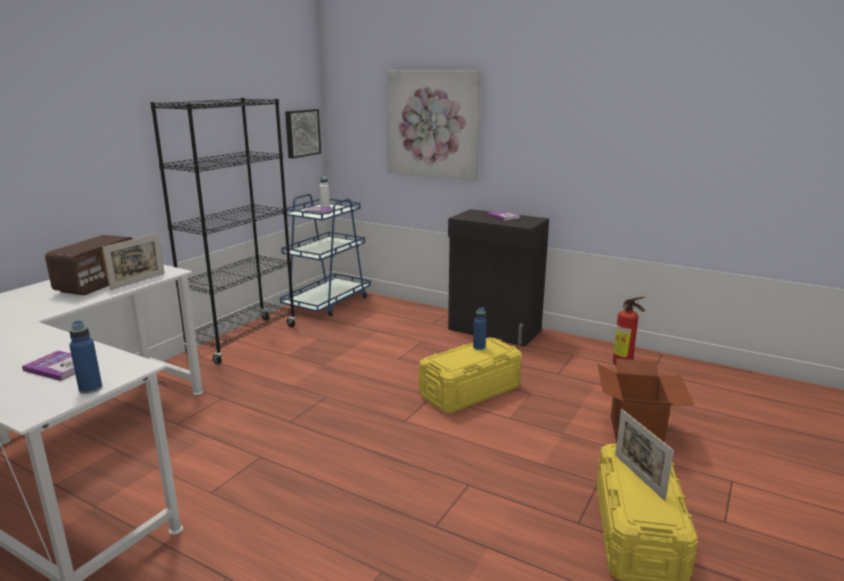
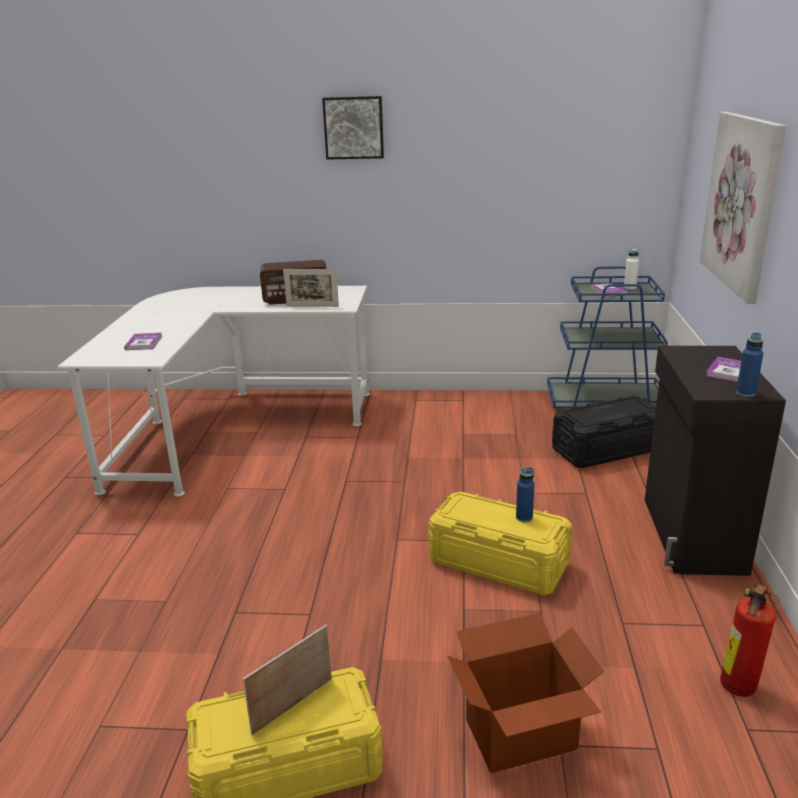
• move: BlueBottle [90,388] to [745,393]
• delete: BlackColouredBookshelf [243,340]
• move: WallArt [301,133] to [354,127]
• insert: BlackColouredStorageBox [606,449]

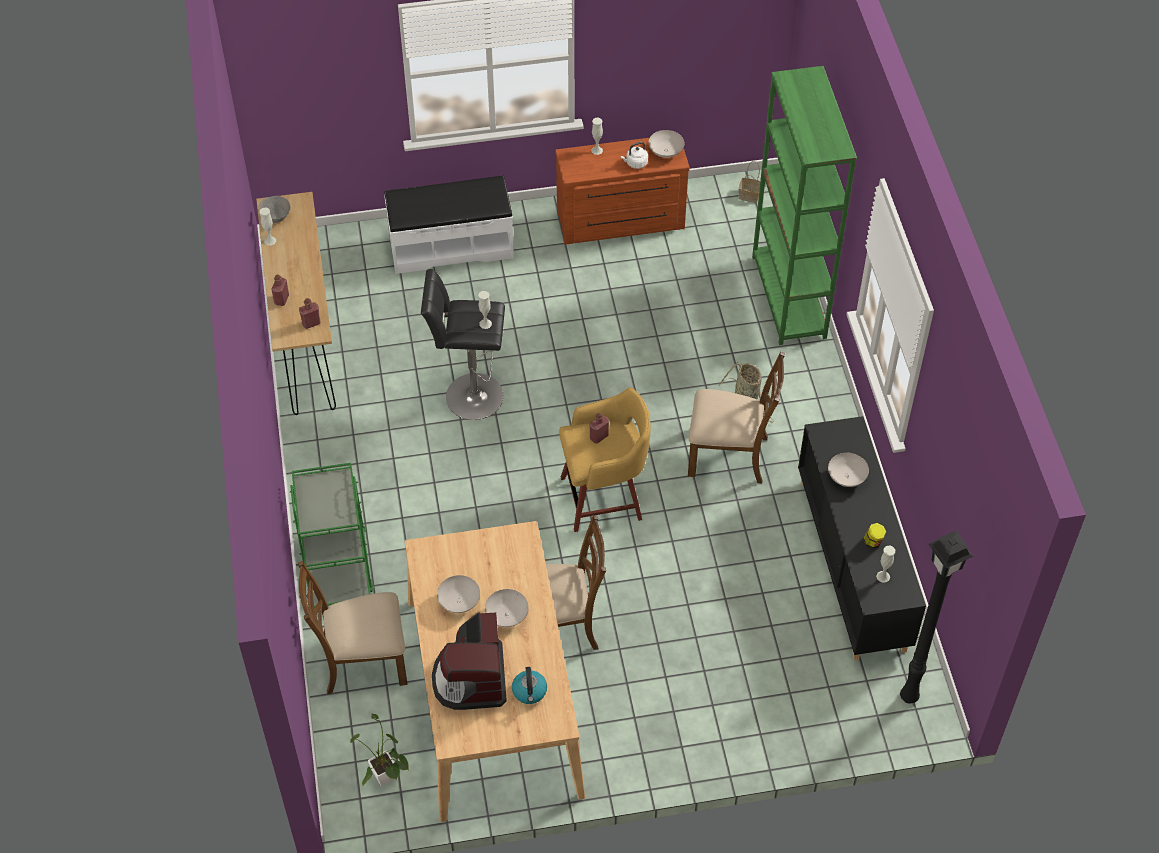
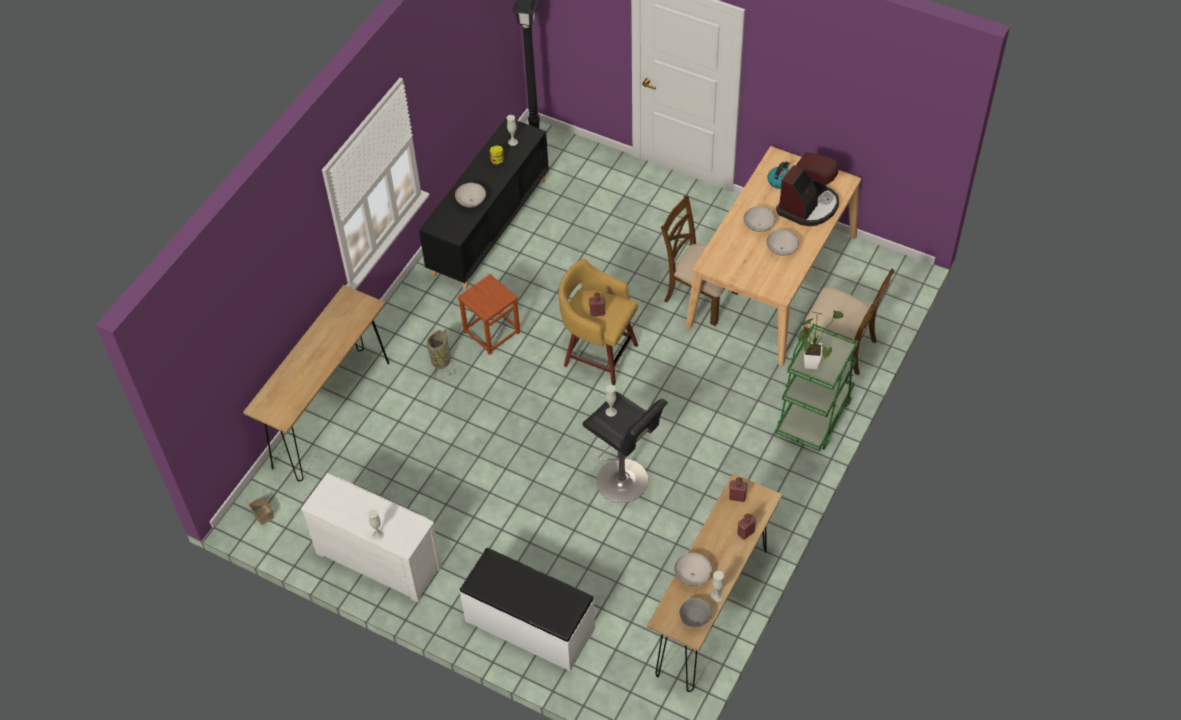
• move: PottedPlant [386,781] to [811,361]
• recolor: BrownishDresser [621,222] to WhiteDresser [380,557]
• delete: WhiteKettle [635,163]
• move: WhiteBowl [665,151] to [692,576]
• replace: BrownishChair [729,455] to BrownishStool [491,332]
• replace: GreenBookshelf [789,297] to BrownishConsoleTable [331,414]

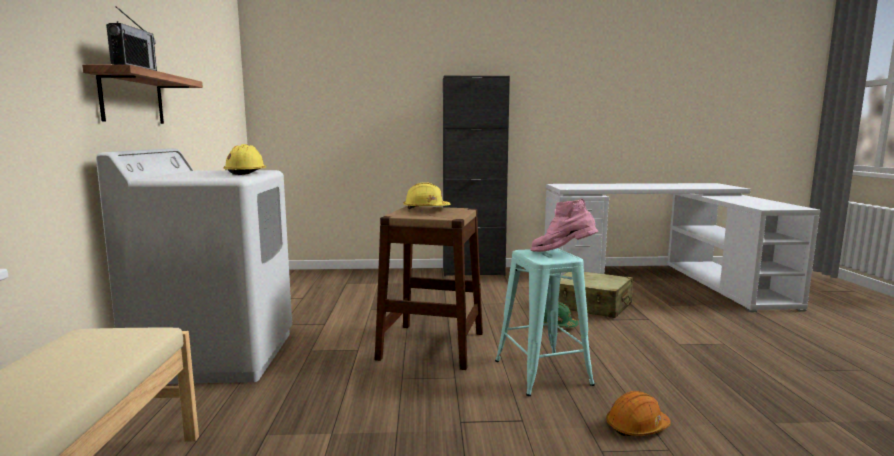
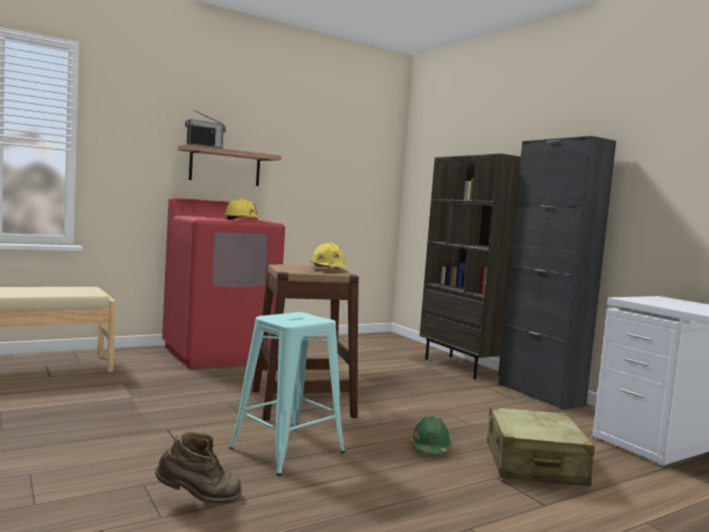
• recolor: WhiteLaundryMachine [217,355] to RedColouredLaundryMachine [219,354]
• delete: PinkBoot [562,253]
• replace: OrangeyHardHat [637,427] to BrownishBoot [198,500]
• insert: BrownishBookshelf [463,367]

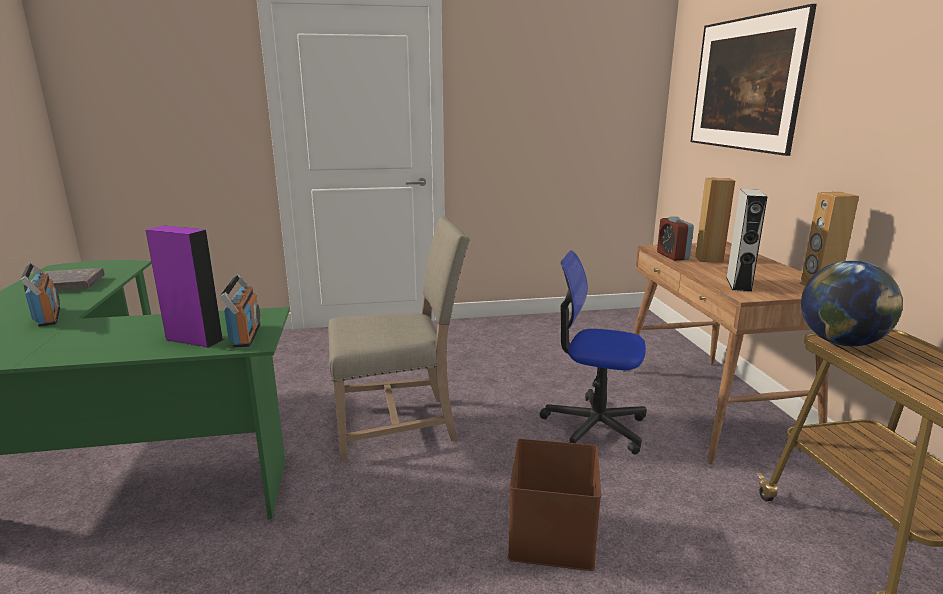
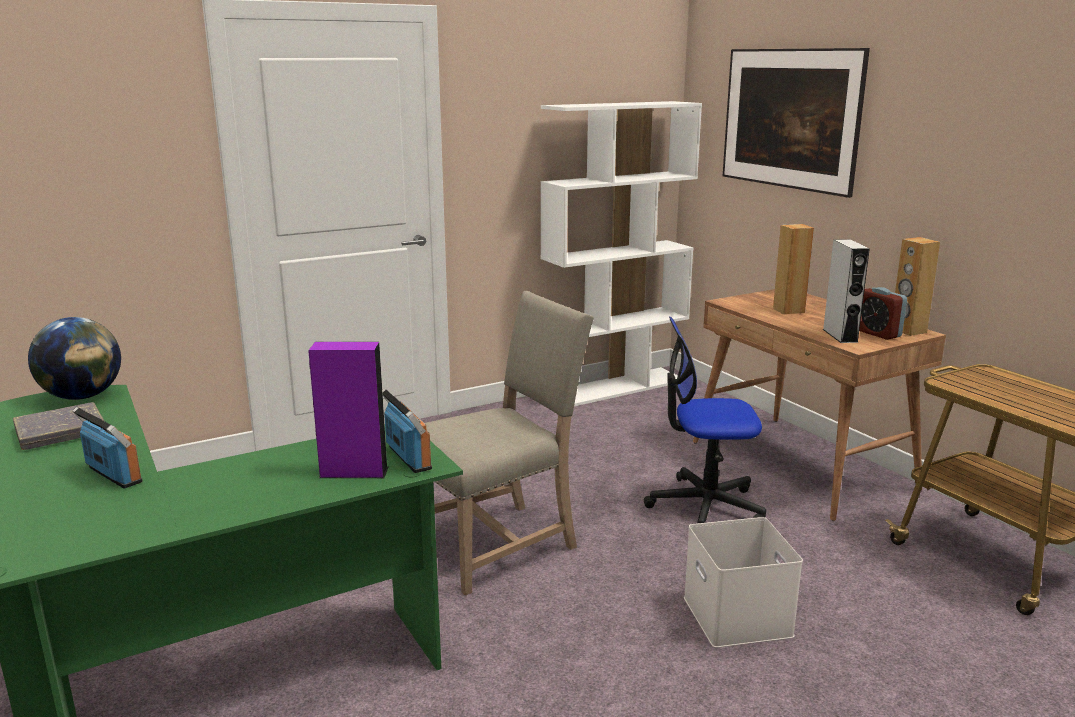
• recolor: BrownishStorageBox [554,536] to WhiteStorageBox [739,617]
• move: AlarmClock [672,256] to [877,333]
• move: DeskGlobe [841,343] to [82,397]
• insert: WhiteBookshelf [614,387]

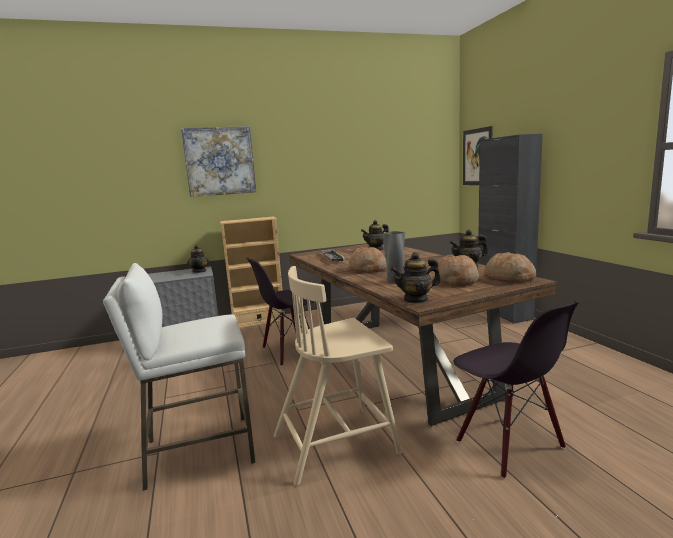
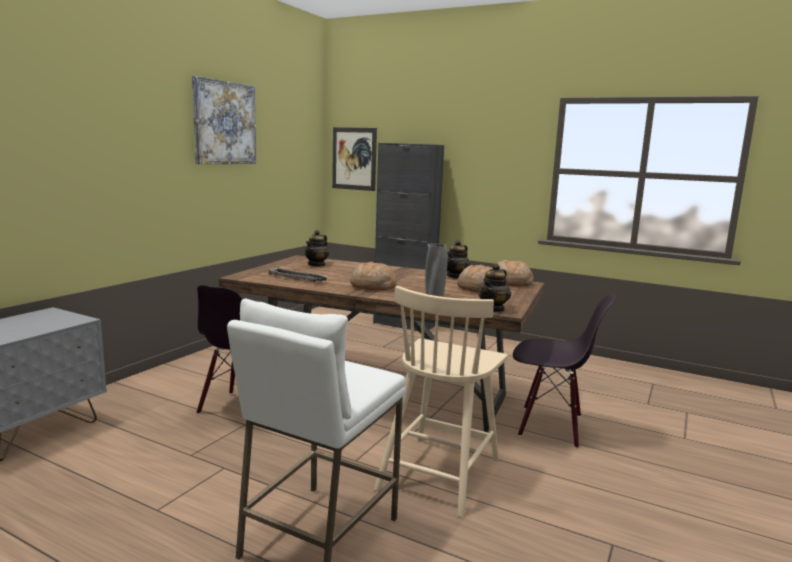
• move: WallArt [219,161] to [224,123]
• delete: TeaPot [199,271]
• delete: SandColouredBookshelf [259,322]

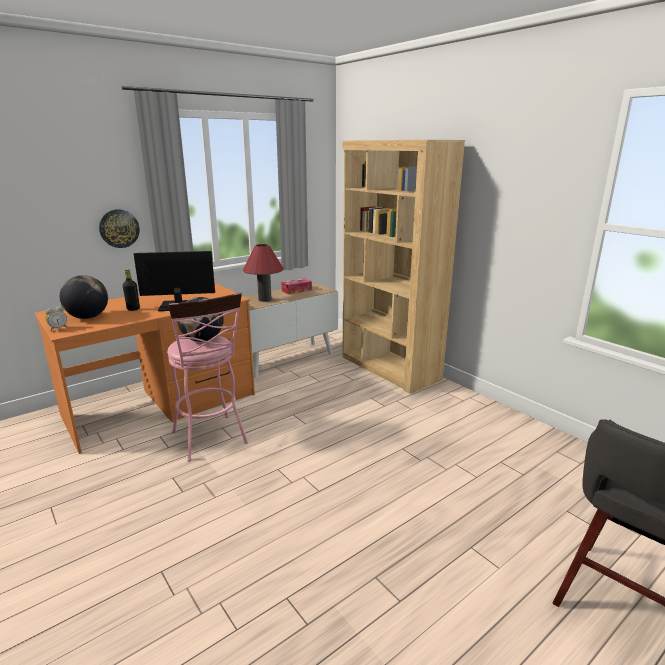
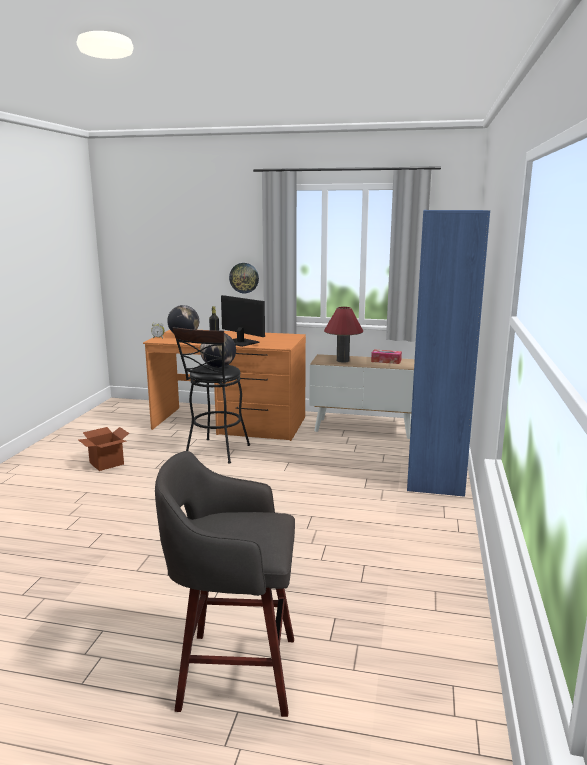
• recolor: PinkStool [212,440] to BlackColouredStool [215,453]
• recolor: BrownishBookshelf [389,368] to BlueBookshelf [435,468]
• insert: PackingBox [106,463]

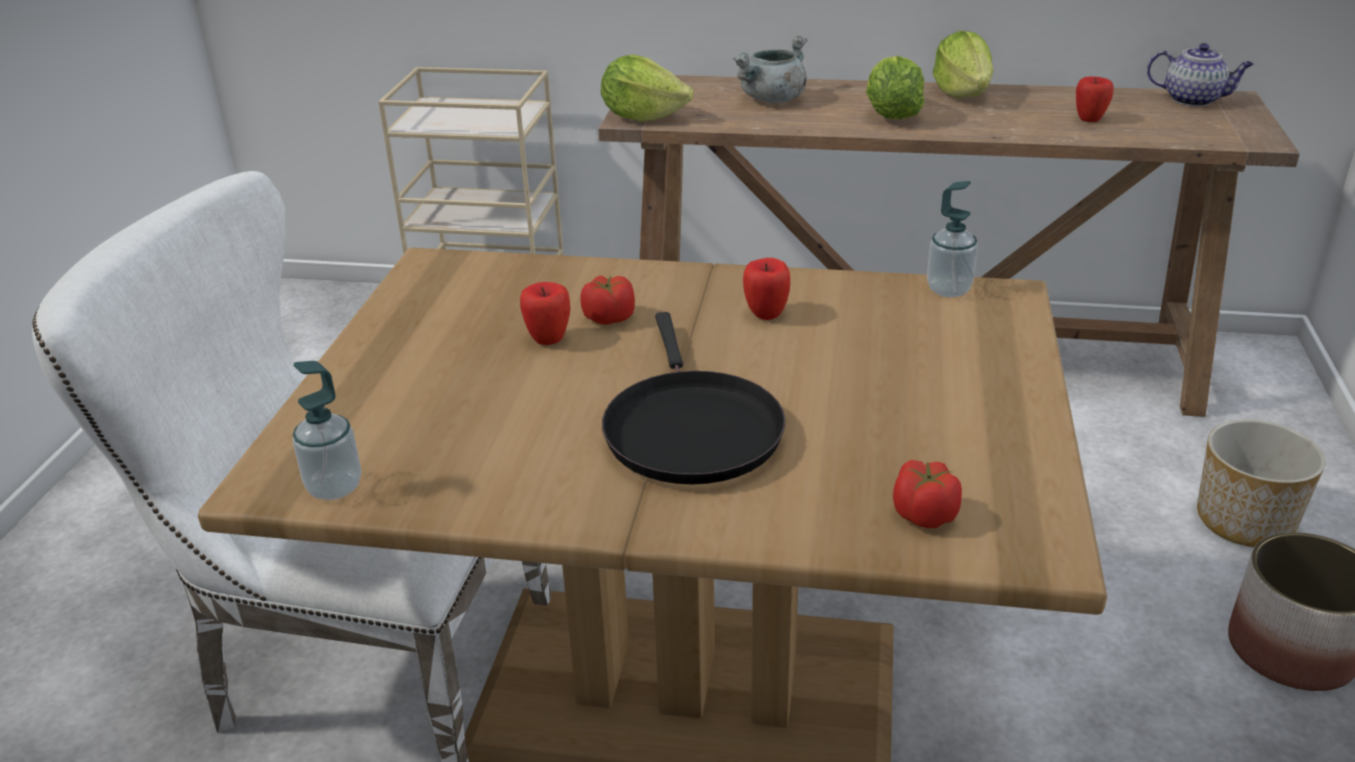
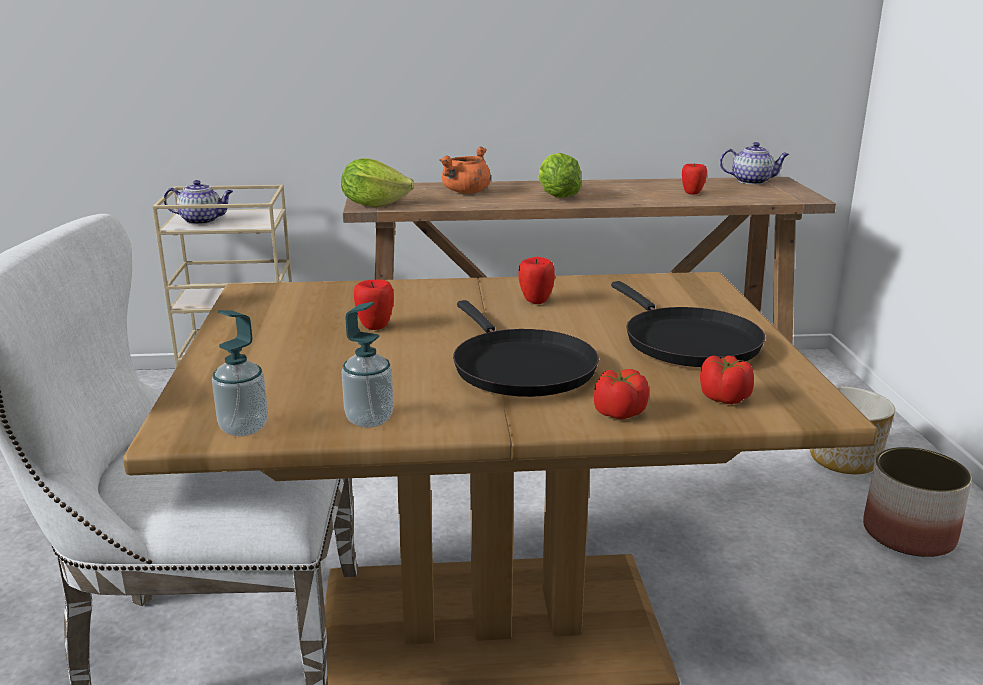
• move: FreshTomato [608,318] to [619,413]
• recolor: GreySaucepot [772,100] to OrangeySaucepot [466,192]
• move: SoapDispenser [948,290] to [369,419]
• delete: LettuceHead [963,93]
• insert: TeaPot [202,221]
• insert: BlackColouredFryingPan [686,342]

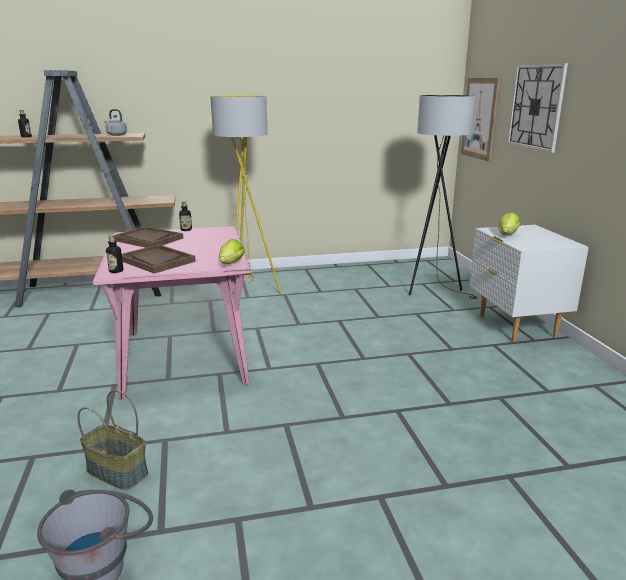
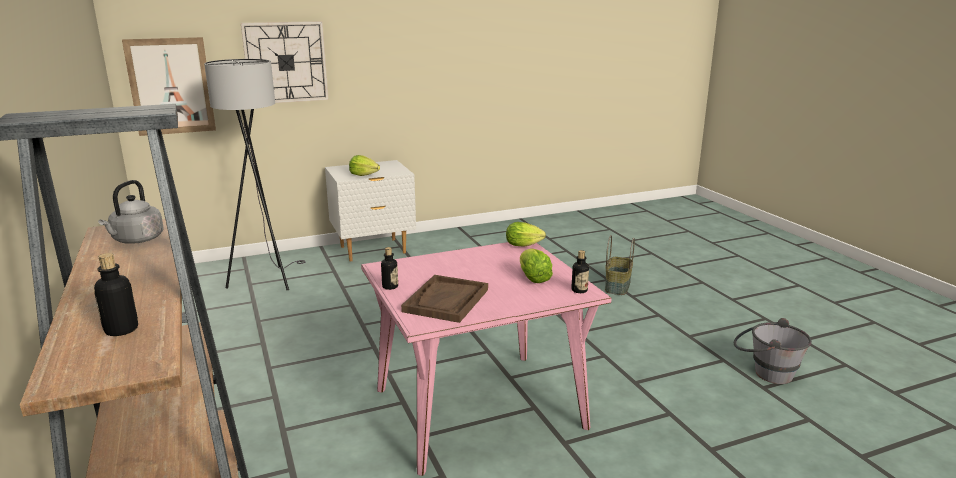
• move: Basket [118,471] to [617,286]
• replace: BrownishTray [156,261] to LettuceHead [533,278]
• delete: YellowishStandingLamp [247,291]

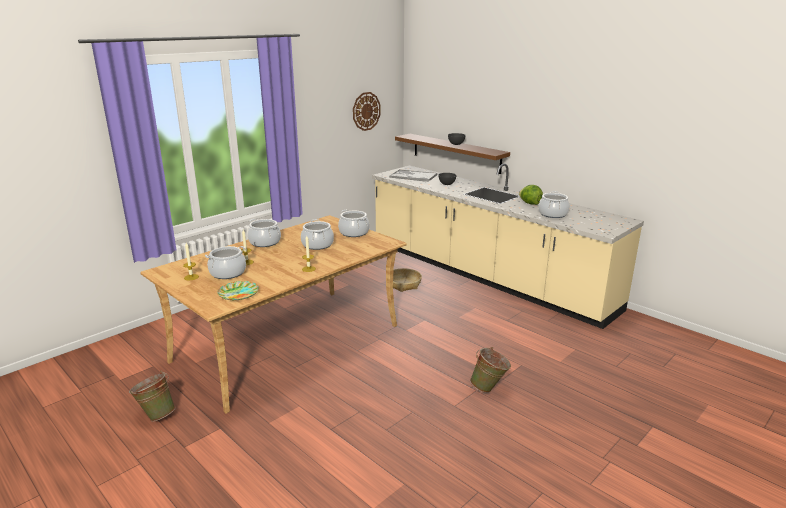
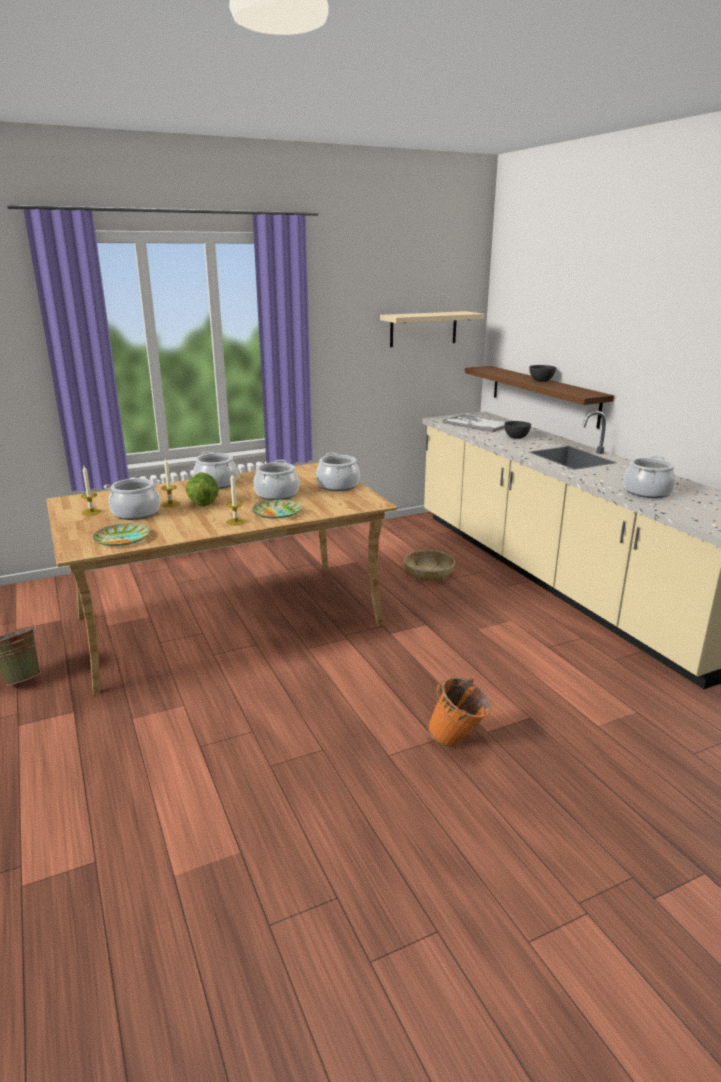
• replace: ClockOnTheWall [366,111] to SandColouredShelf [423,329]
• recolor: GreenBucket [489,388] to OrangeyBucket [458,741]
• move: LettuceHead [530,203] to [203,503]
• insert: FlatDish [277,512]

